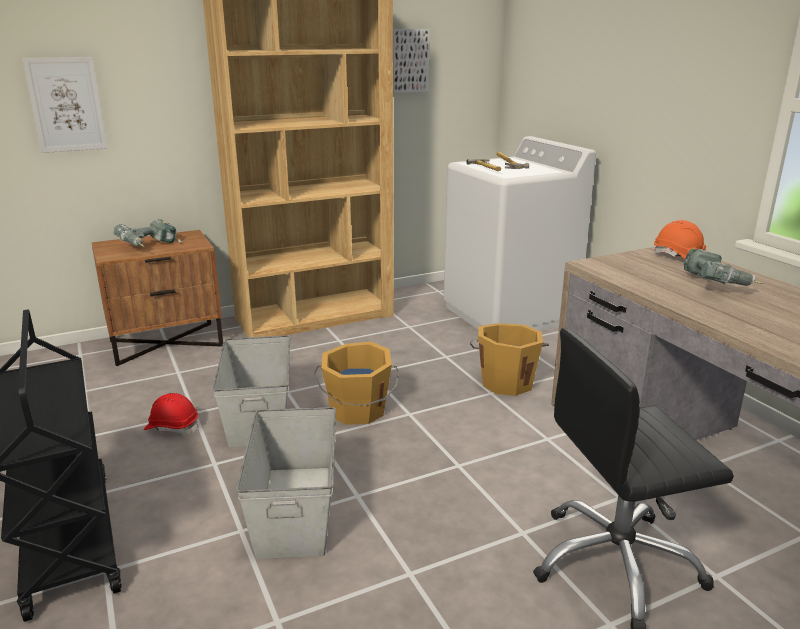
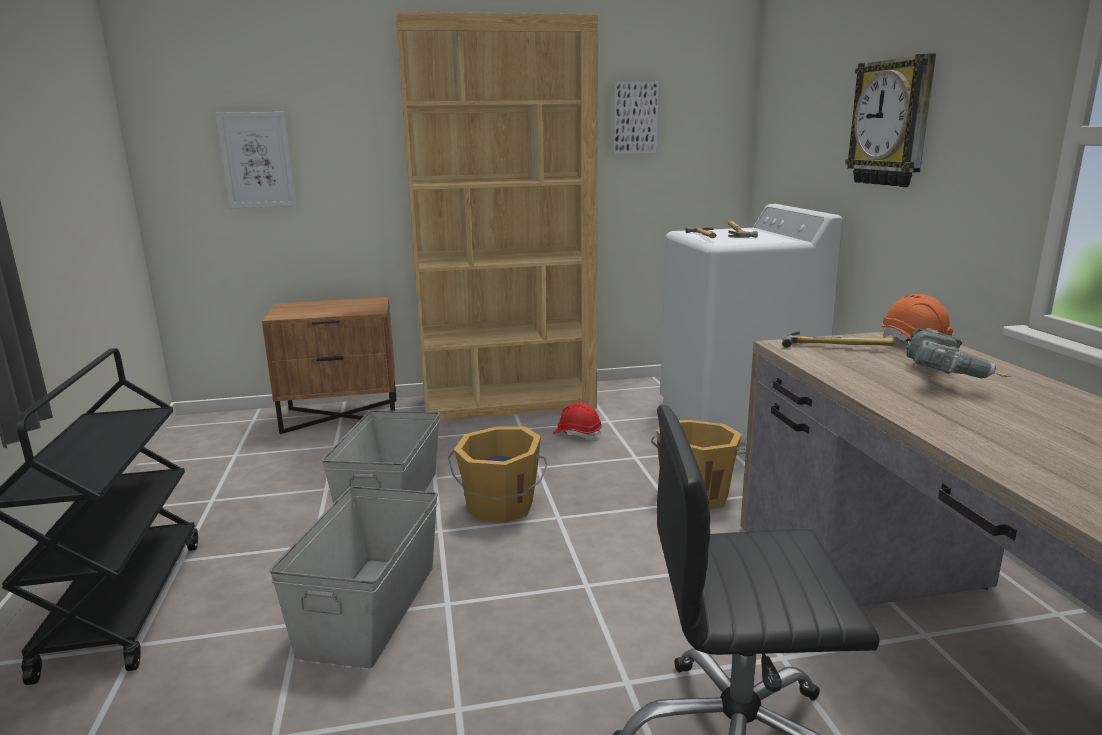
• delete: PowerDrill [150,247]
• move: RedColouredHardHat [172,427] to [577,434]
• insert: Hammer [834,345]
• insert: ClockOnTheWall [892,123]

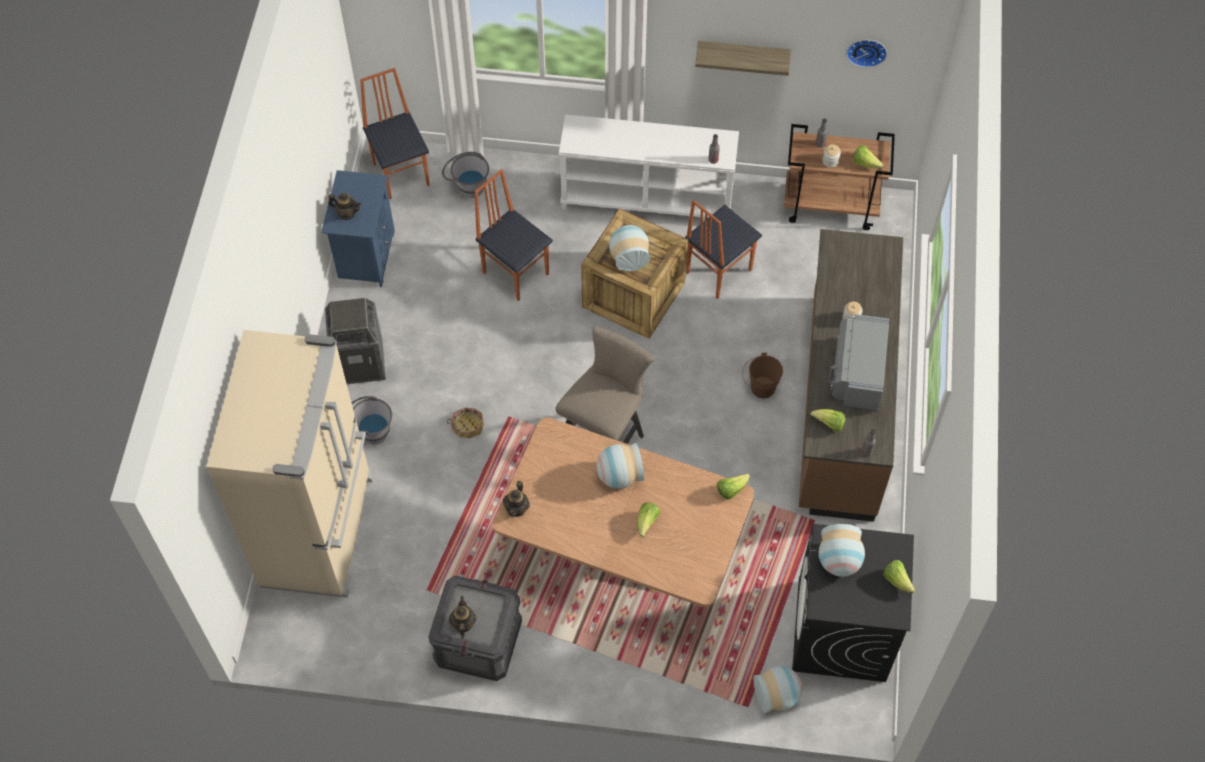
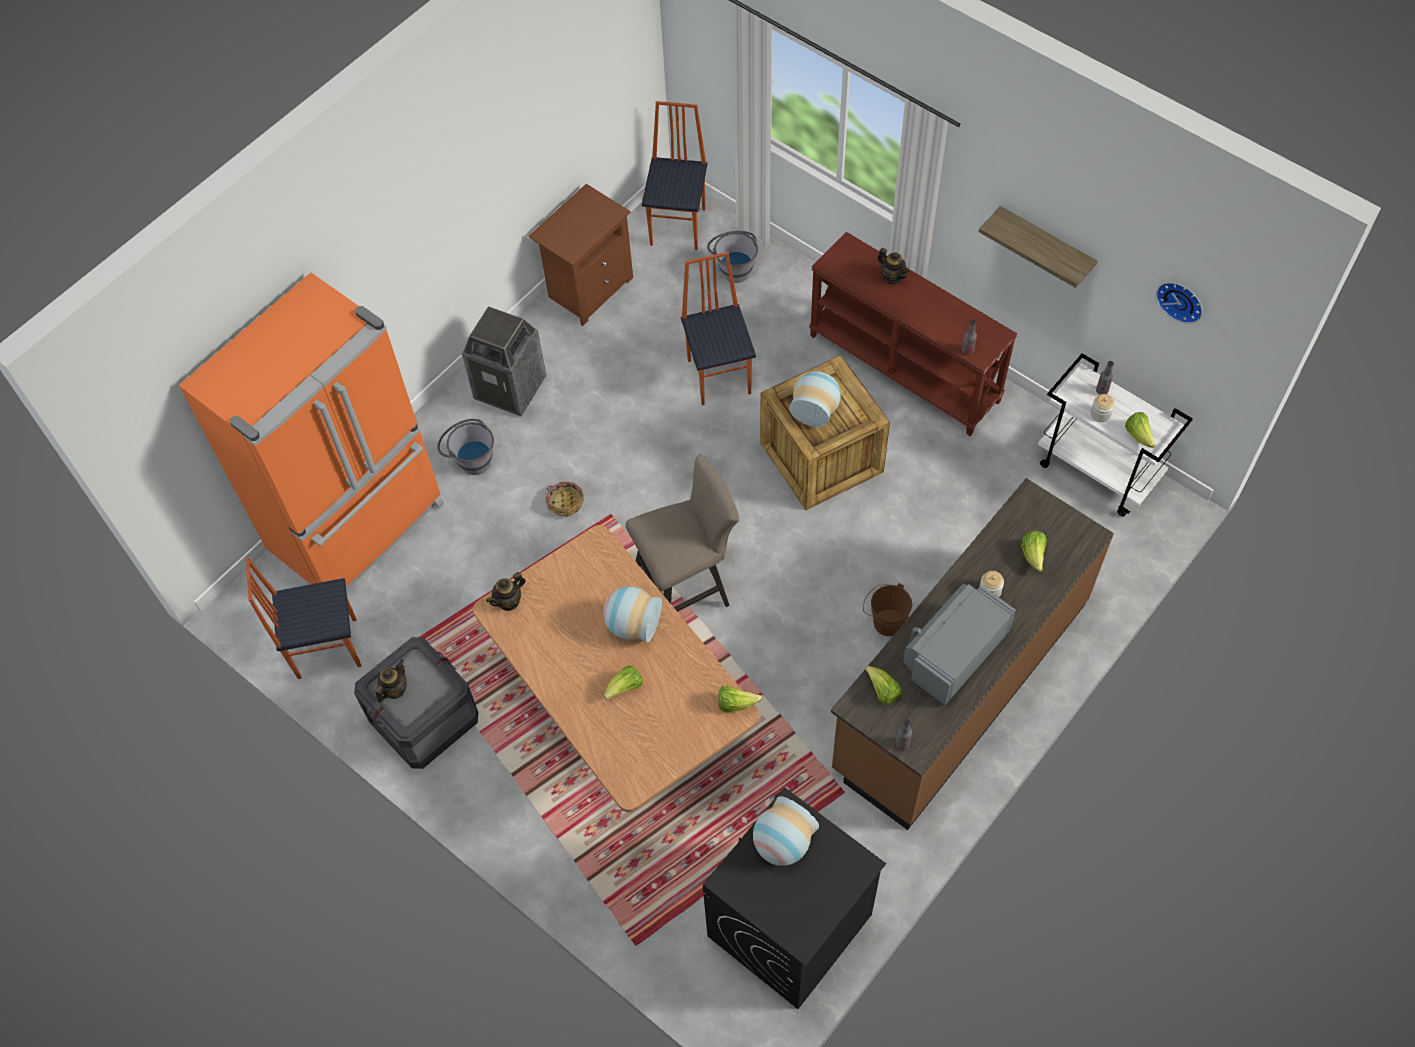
• recolor: SandColouredKitchenFridge [320,531] to OrangeyKitchenFridge [360,529]
• recolor: BlueNightstand [365,255] to BrownishNightstand [589,288]
• move: TeaPot [347,213] to [892,277]
• recolor: WhiteConsoleTable [647,199] to BrownishConsoleTable [905,367]
• move: Chair [717,271] to [326,647]
• delete: FlowerVase [777,695]
• recolor: BrownishWheeledCart [831,206] to WhiteWheeledCart [1099,471]
• move: LettuceHead [897,580] to [1033,555]

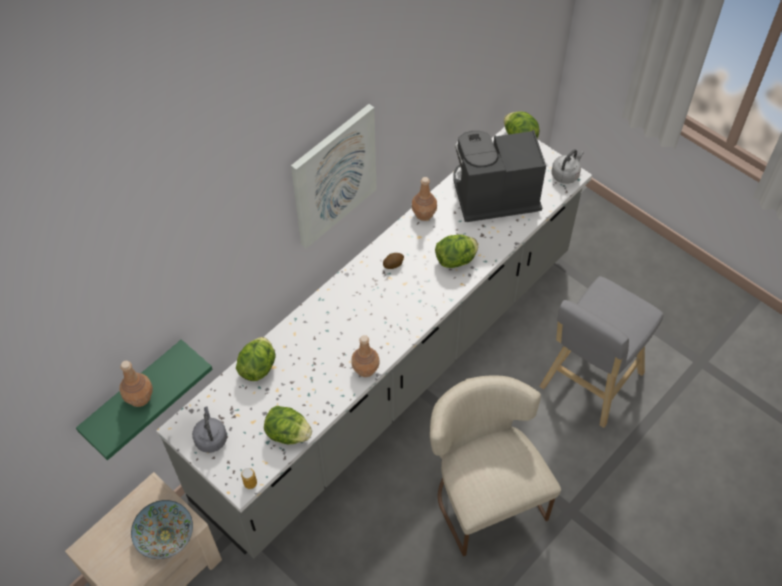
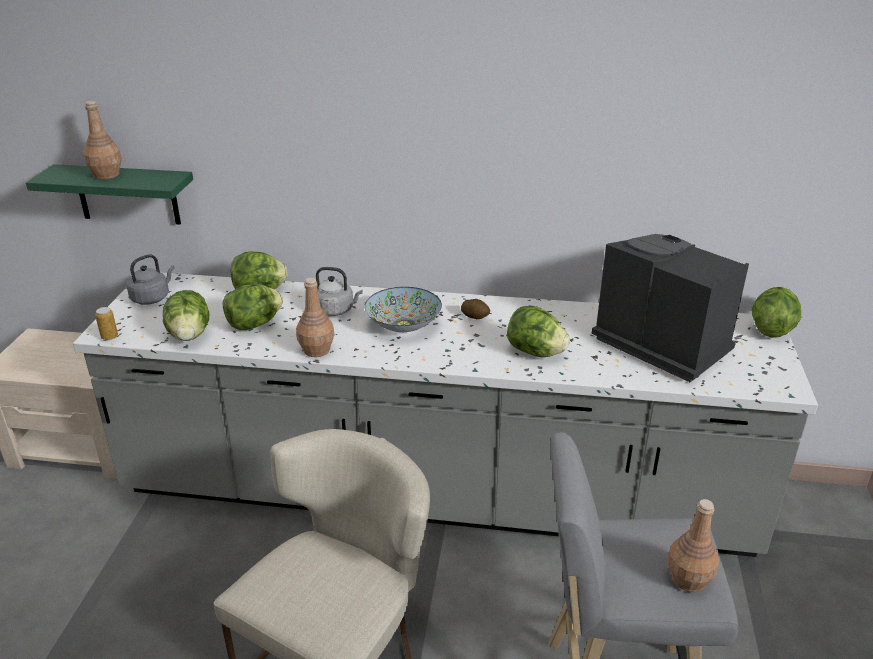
• move: Bowl [165,536] to [403,325]
• delete: WallArt [333,176]
• move: BrownishBottle [424,214] to [688,579]
• move: GreyKettle [566,174] to [336,310]
• insert: LettuceHead [254,324]

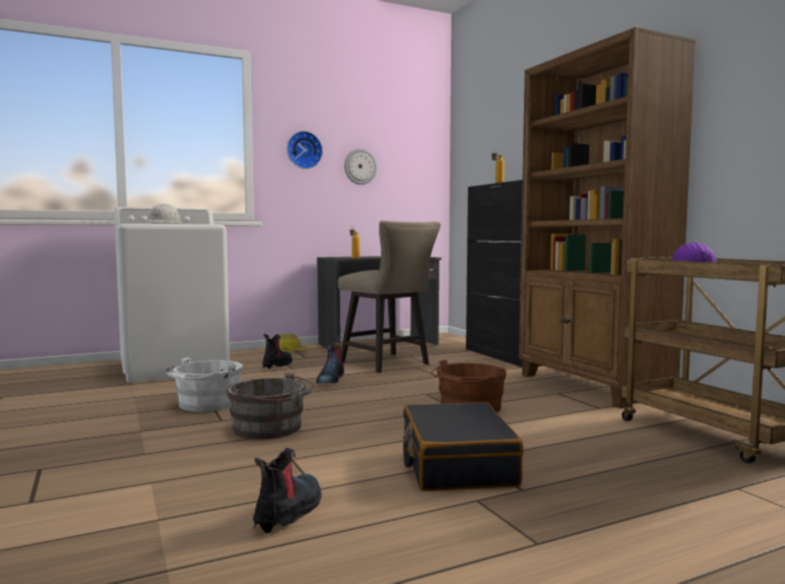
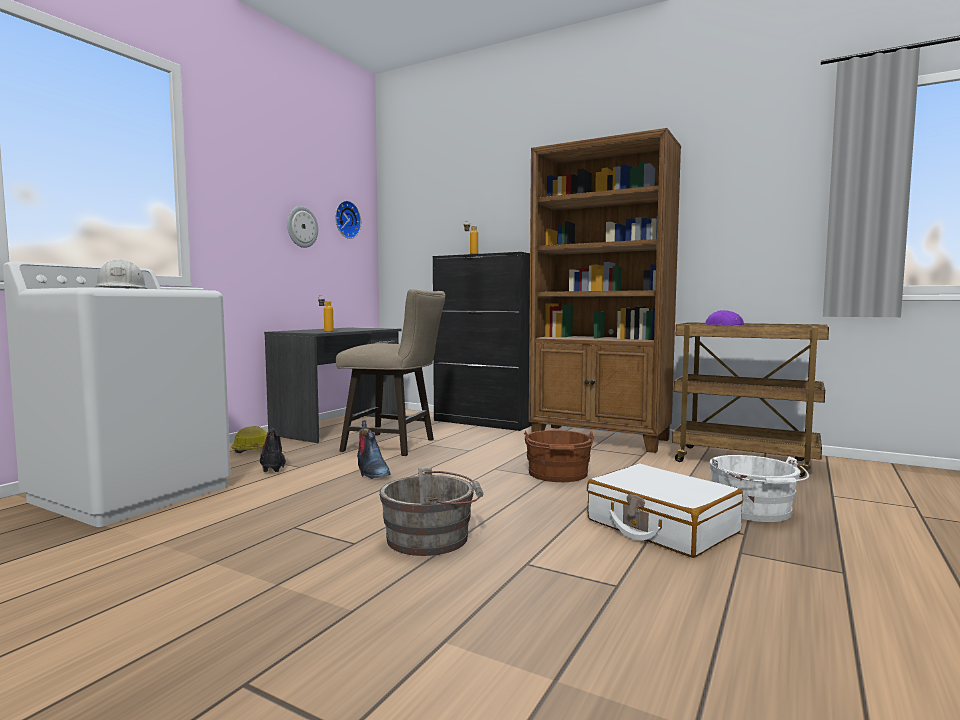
• move: WhiteBucket [206,404] to [754,510]
• delete: Boot [289,511]
• move: ClockOnTheWall [303,150] to [346,220]
• recolor: BlackColouredPieceOfLuggage [456,464] to WhitePieceOfLuggage [661,526]

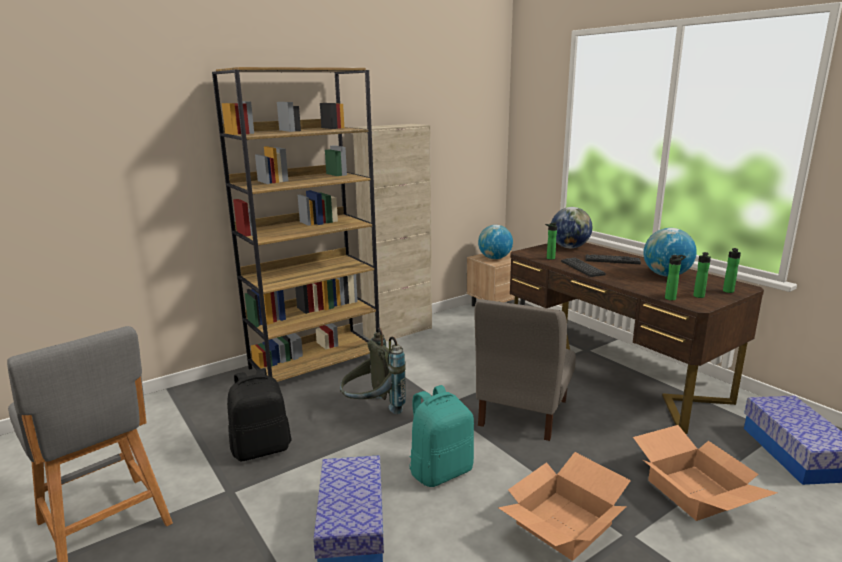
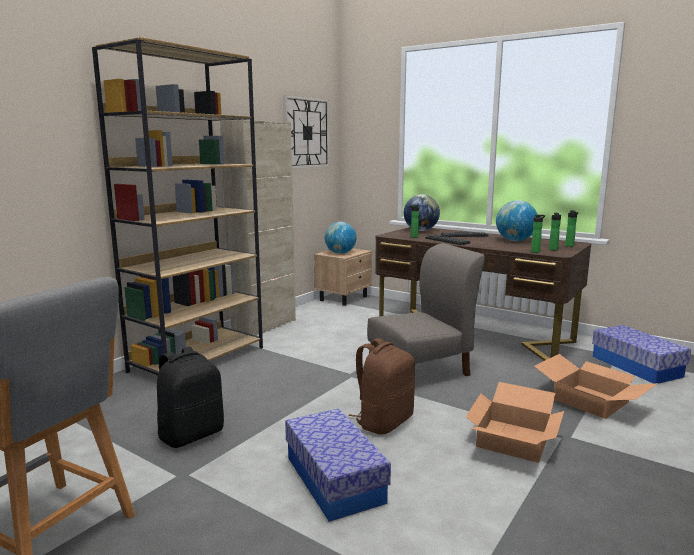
• delete: GreyBackpack [372,410]
• recolor: BlueGreenBackpack [440,471] to BrownishBackpack [383,422]
• rotate: GreyChair [522,412] = [422,370] 120 degrees counterclockwise
• insert: ClockOnTheWall [306,133]

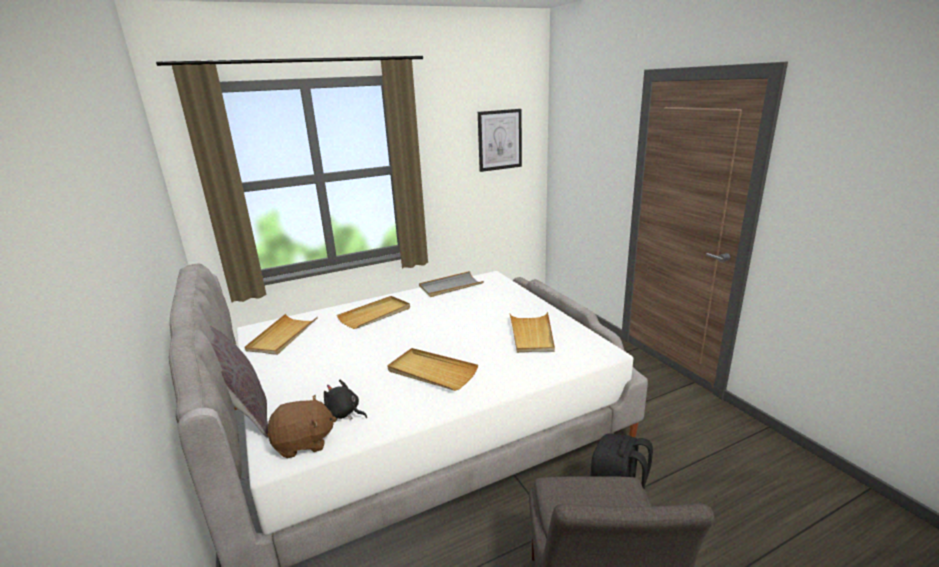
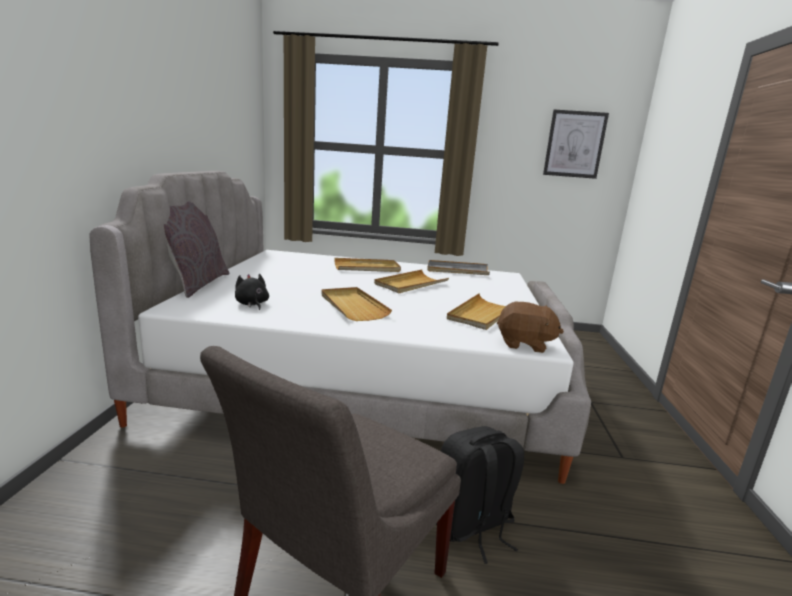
• move: SandColouredTray [282,336] to [410,284]
• move: BrownishSoftToy [304,443] to [525,344]

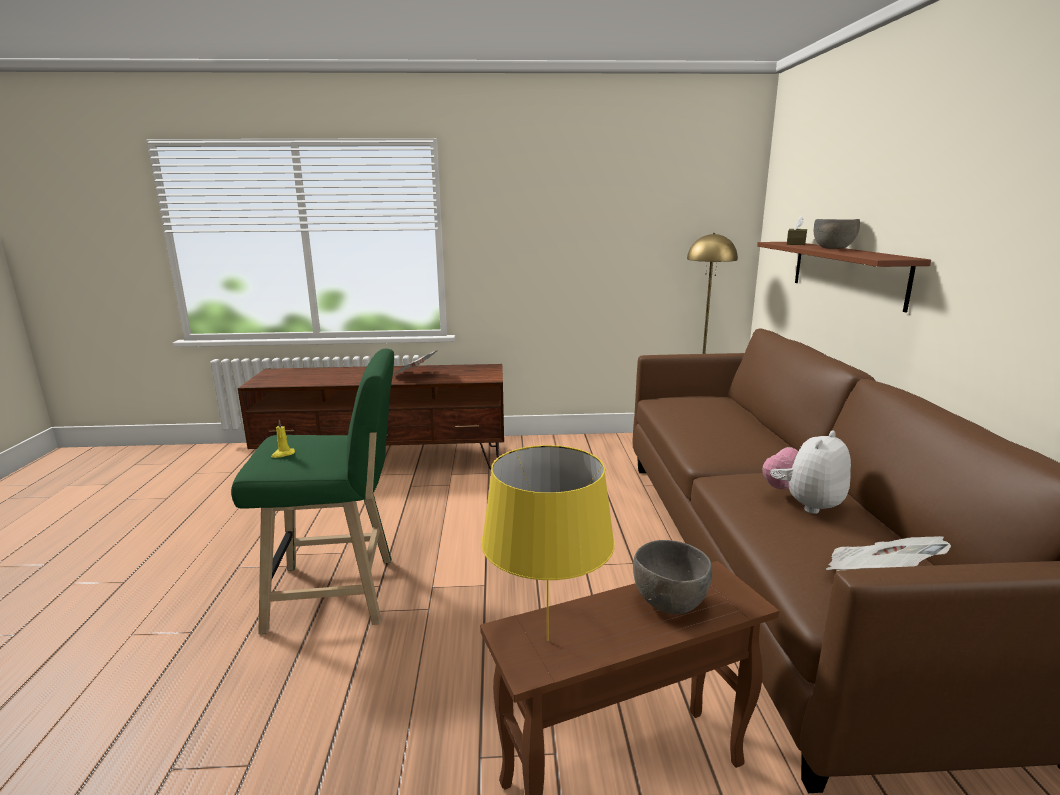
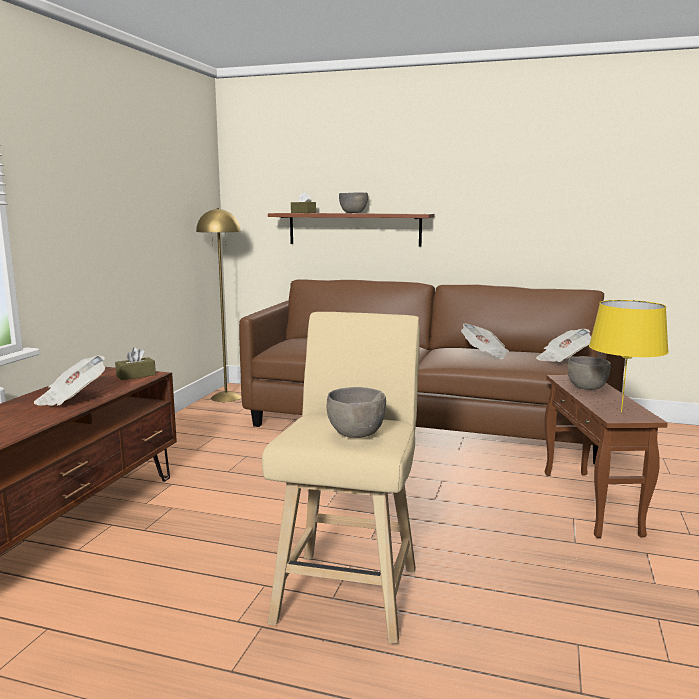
• recolor: GreenStool [340,593] to SandColouredStool [349,589]
• replace: YellowishWaxLight [283,454] to GreyBowl [356,434]
• replace: SoftToy [803,504] to PrintedPaper [484,354]
• insert: BrownishTissueHolder [136,375]

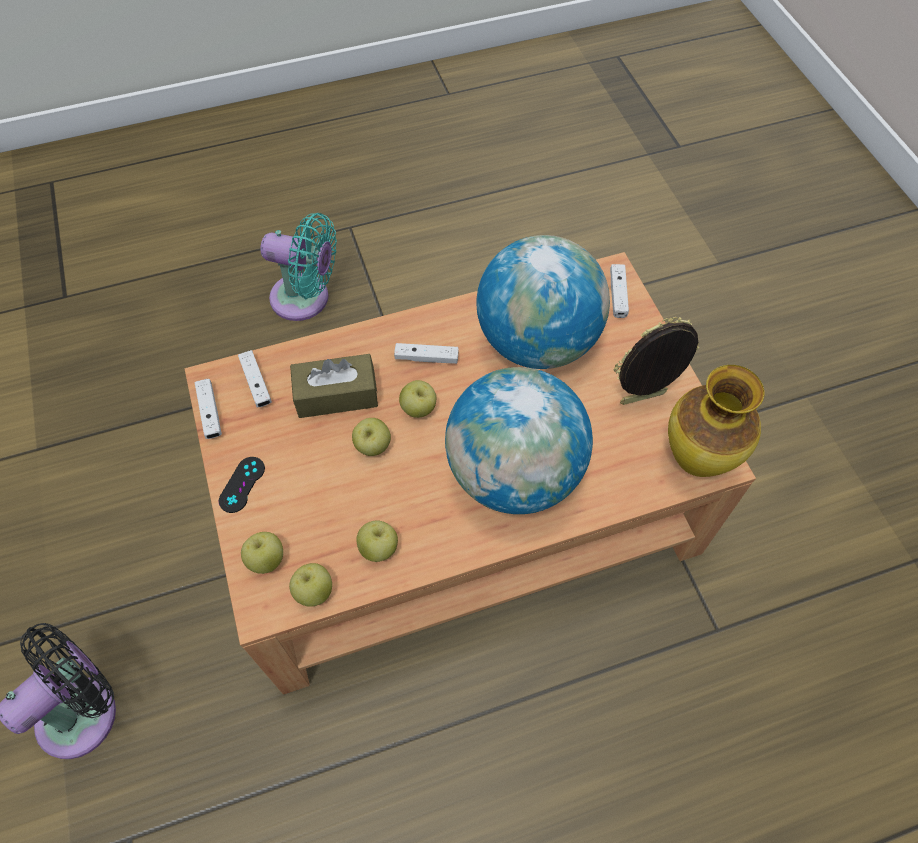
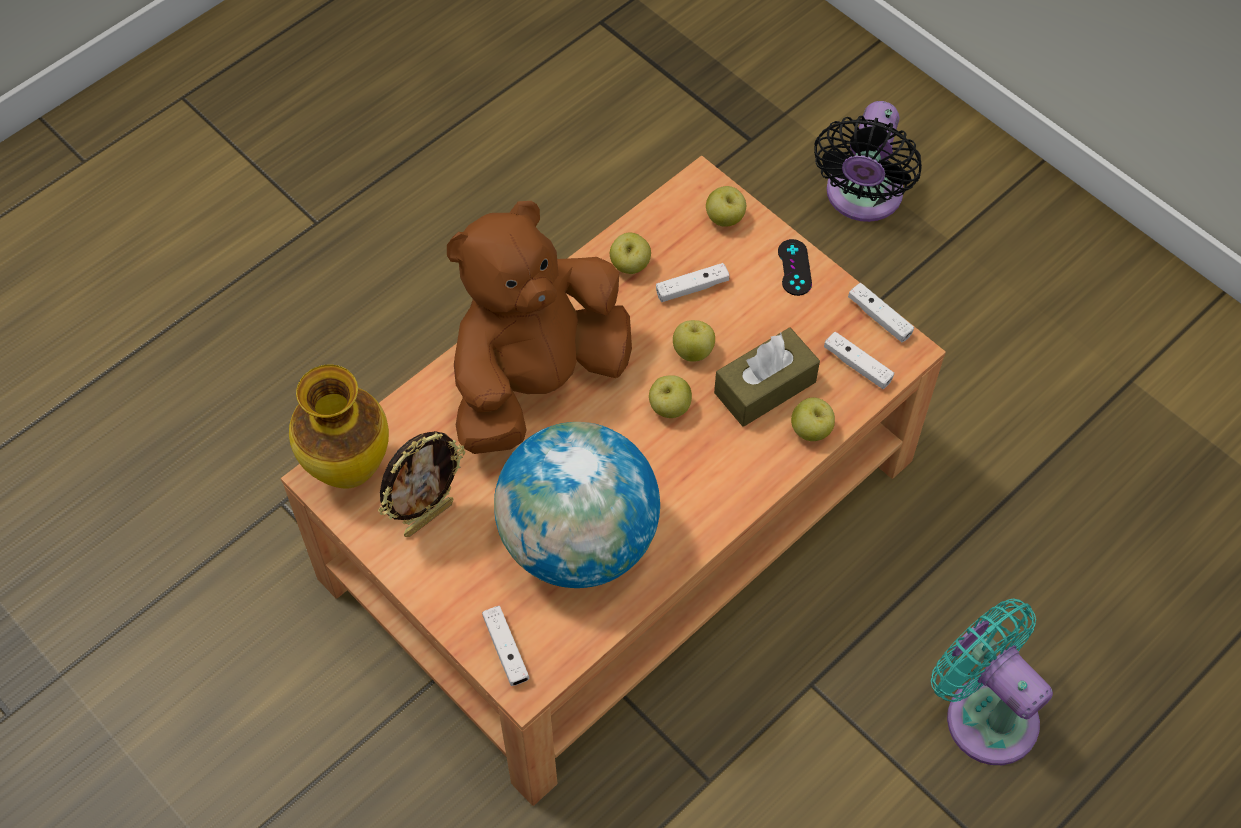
• rotate: BlueGreenElectricFan [306,299] = [984,712] 60 degrees clockwise
• move: WholeApple [314,591] to [811,430]
• move: WhiteGameController [426,358] to [692,288]
• replace: DeskGlobe [513,474] to BrownishSoftToy [536,381]

